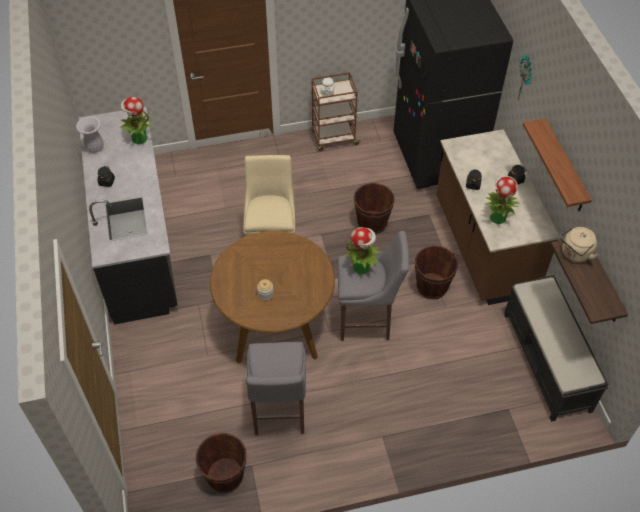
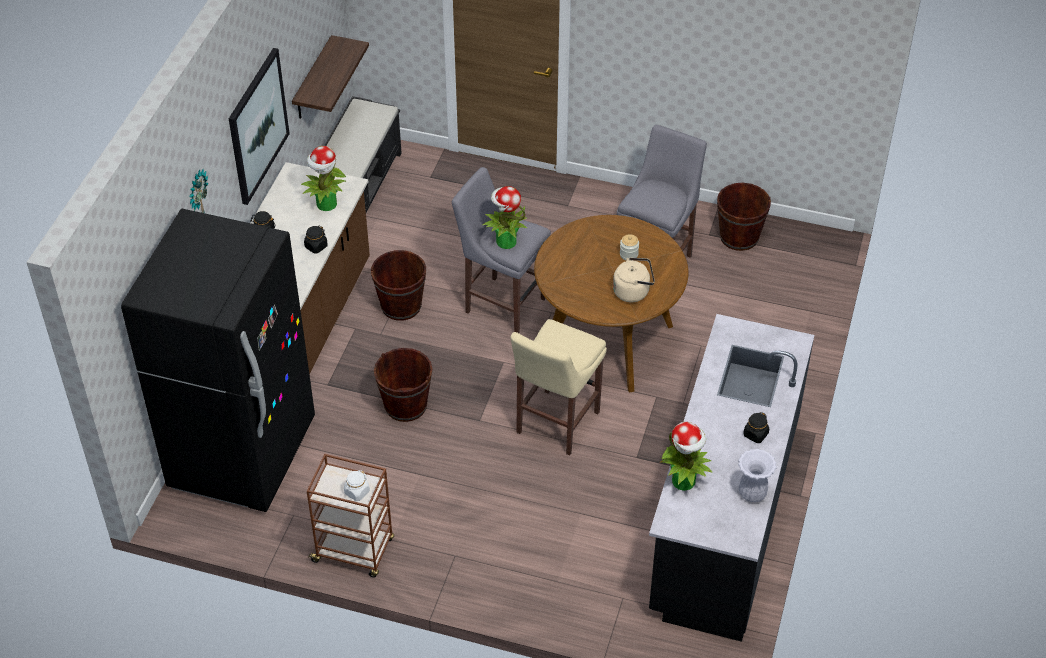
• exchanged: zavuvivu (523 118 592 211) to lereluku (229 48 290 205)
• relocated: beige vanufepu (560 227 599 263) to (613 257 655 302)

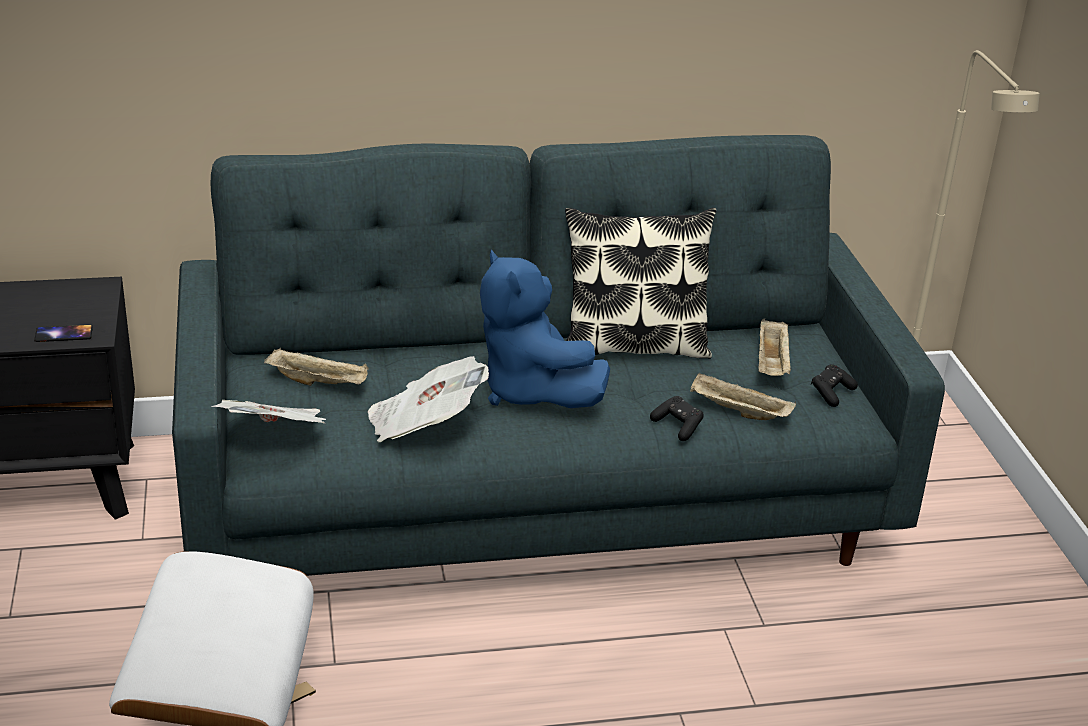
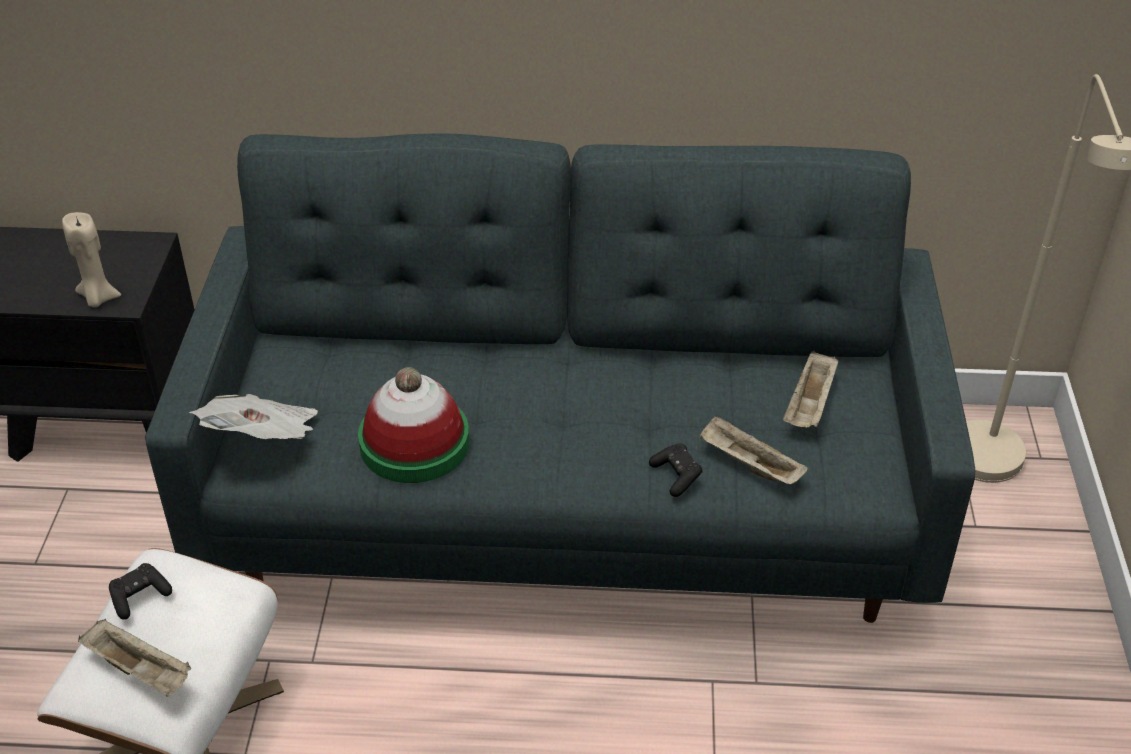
• exchanged: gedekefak (34 325 93 342) to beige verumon (62 212 121 307)
• relocated: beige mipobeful (264 348 369 386) to (78 619 191 697)
• relocated: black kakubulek (811 364 858 407) to (109 563 172 620)
• exchanged: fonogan (368 356 489 442) to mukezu (358 367 469 483)
• missing: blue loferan (480 249 610 408)
• missing: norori (565 208 716 358)

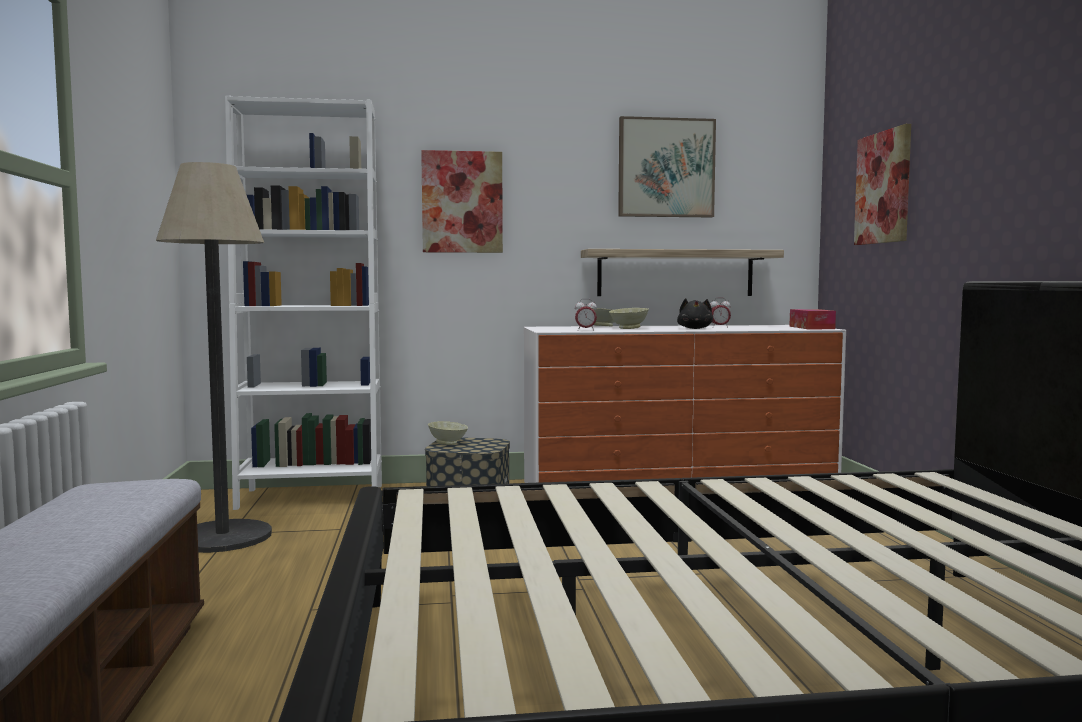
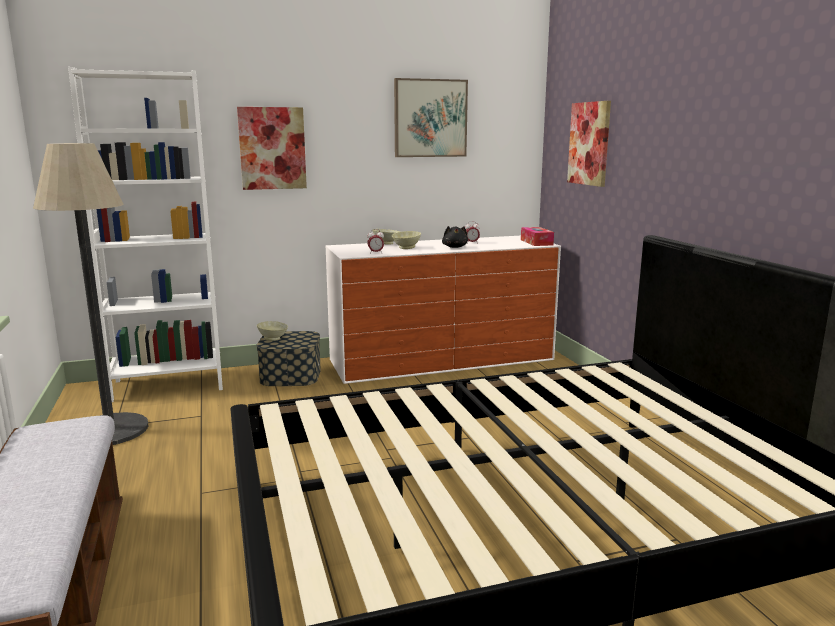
• missing: zavuvivu (581 249 784 296)

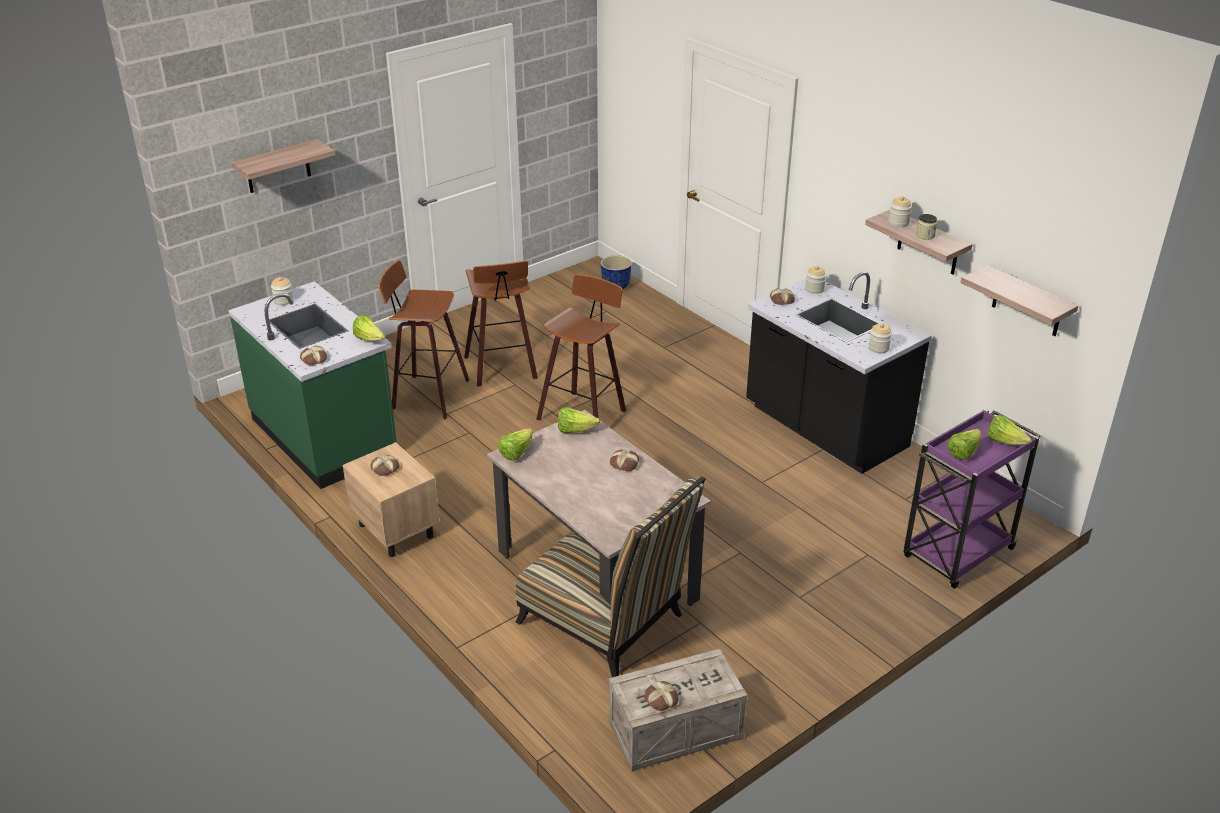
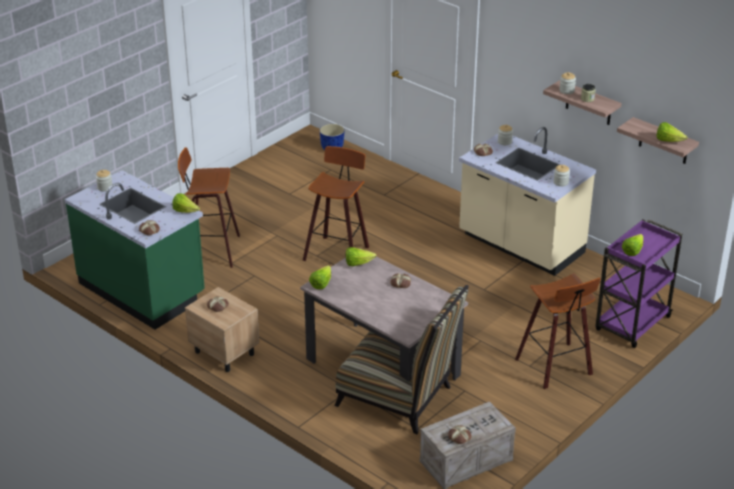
• colour: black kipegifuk (746 272 931 474) to beige kipegifuk (459 127 596 276)
• relocated: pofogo (464 261 538 387) to (515 273 601 389)
• relocated: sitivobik (988 415 1032 445) to (656 122 688 142)
• missing: zavuvivu (232 139 336 193)

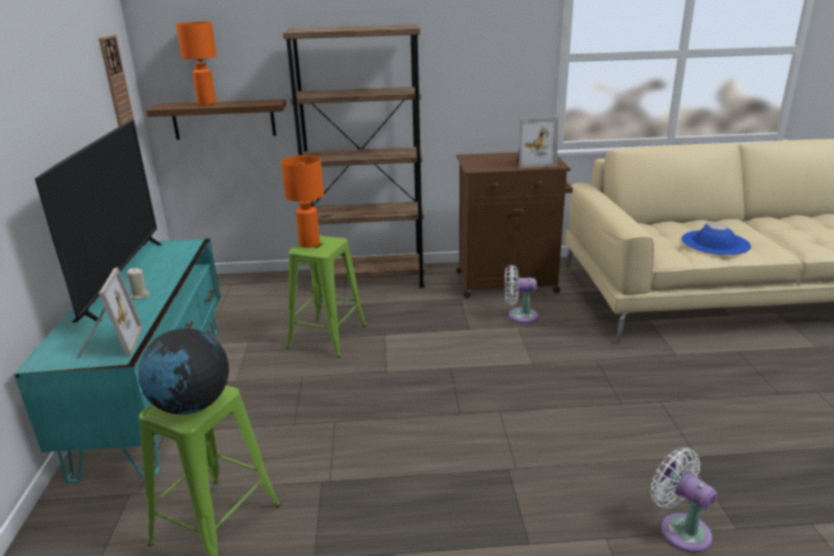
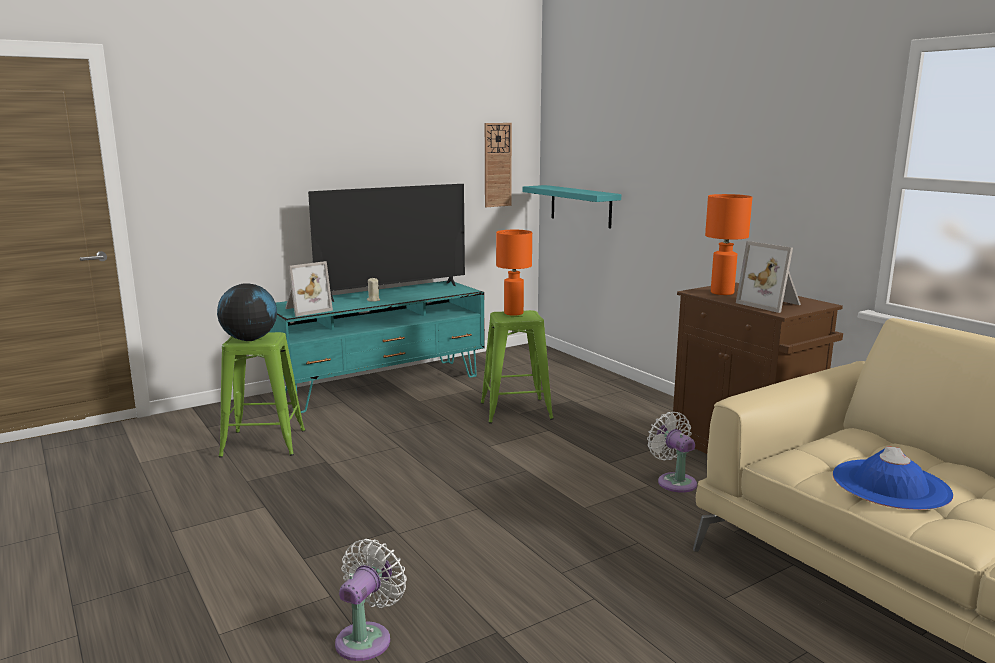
• colour: brown zavuvivu (146 99 286 140) to turquoise zavuvivu (523 185 621 228)
• relocated: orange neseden (176 22 217 106) to (705 194 752 295)
• missing: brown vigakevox (283 24 425 293)

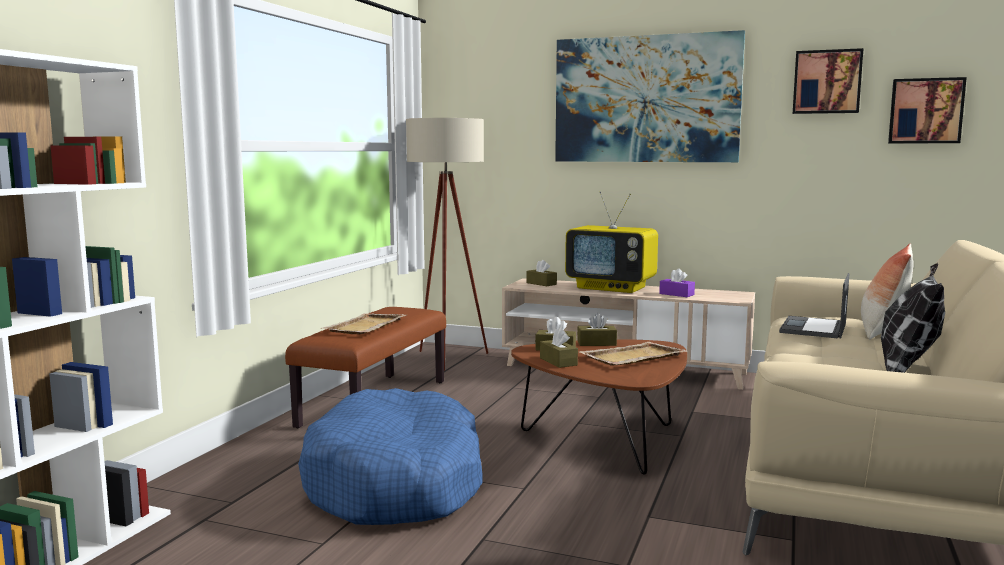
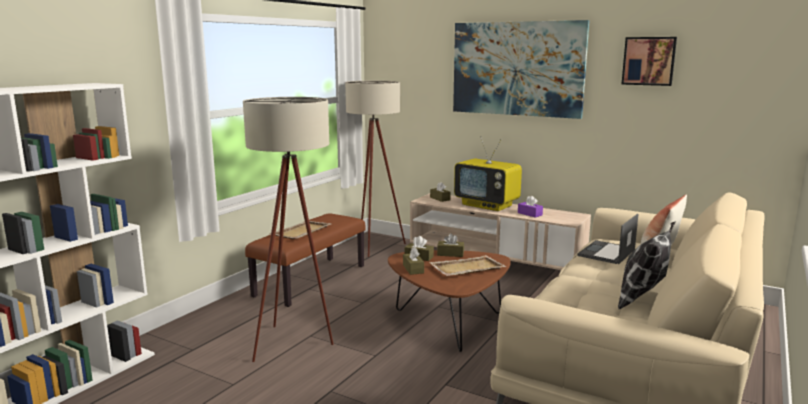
• exchanged: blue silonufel (298 388 482 525) to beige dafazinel (243 97 333 362)
• missing: lereluku (888 77 967 143)

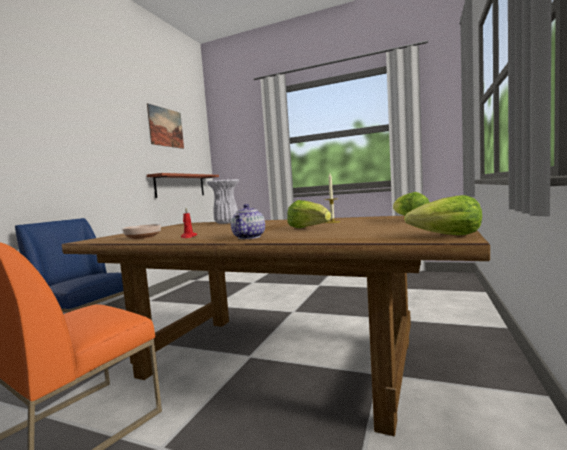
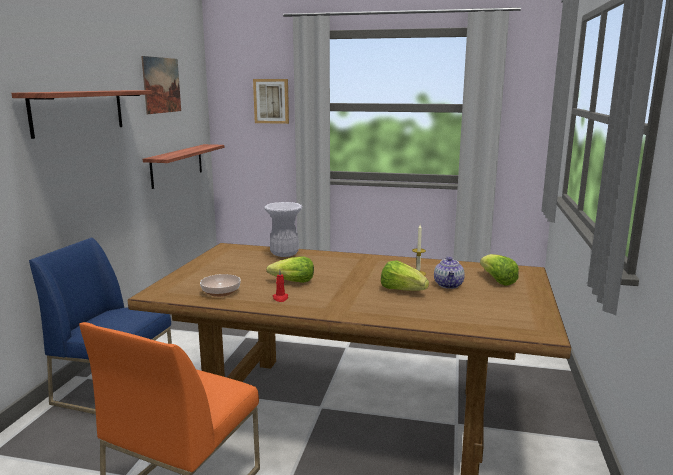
• appeared: zavuvivu (11 90 152 139)
• appeared: lereluku (253 79 289 124)
• relocated: sitivobik (404 195 482 235) to (266 256 314 283)
• relocated: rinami (231 204 265 239) to (434 257 465 289)

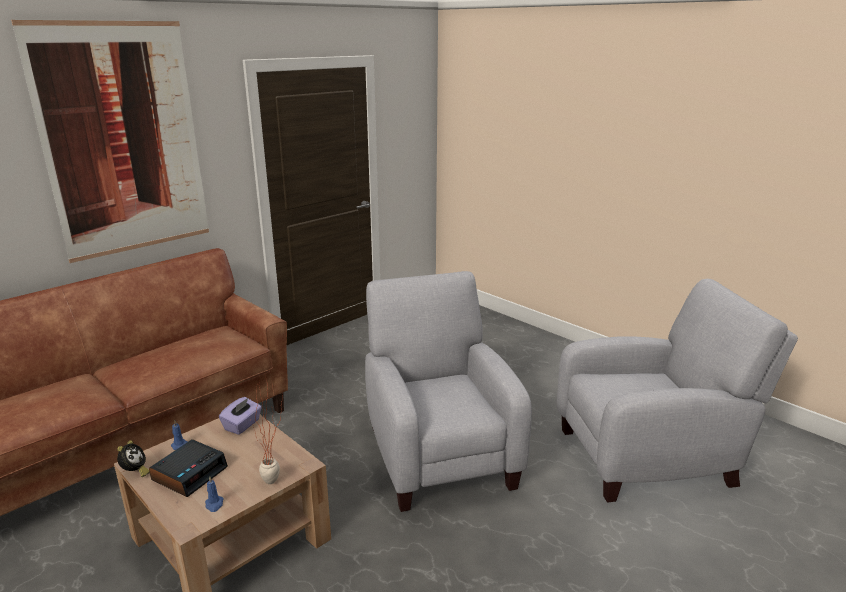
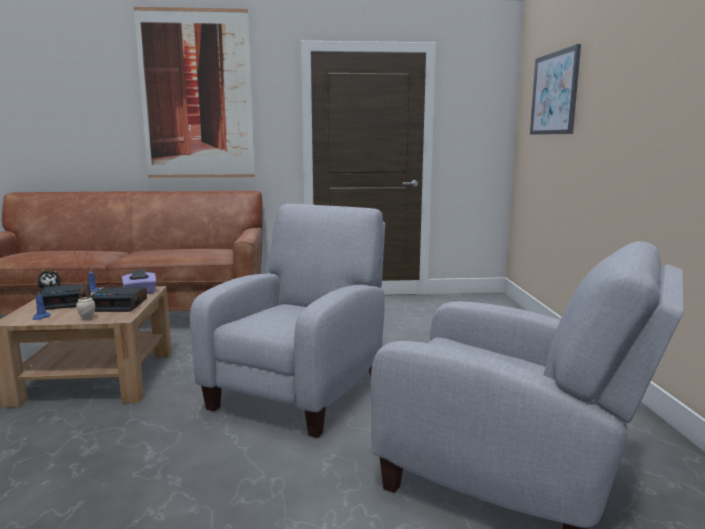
• appeared: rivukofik (90 287 147 312)
• appeared: lereluku (530 44 581 135)

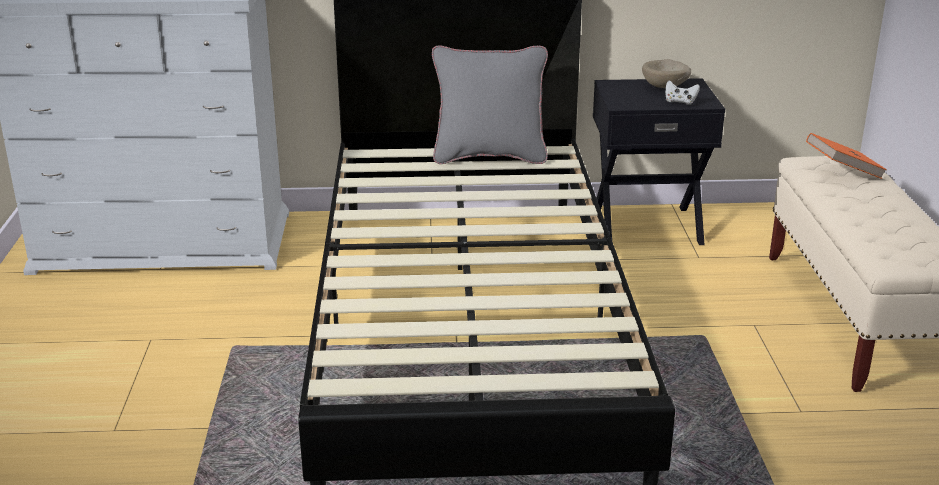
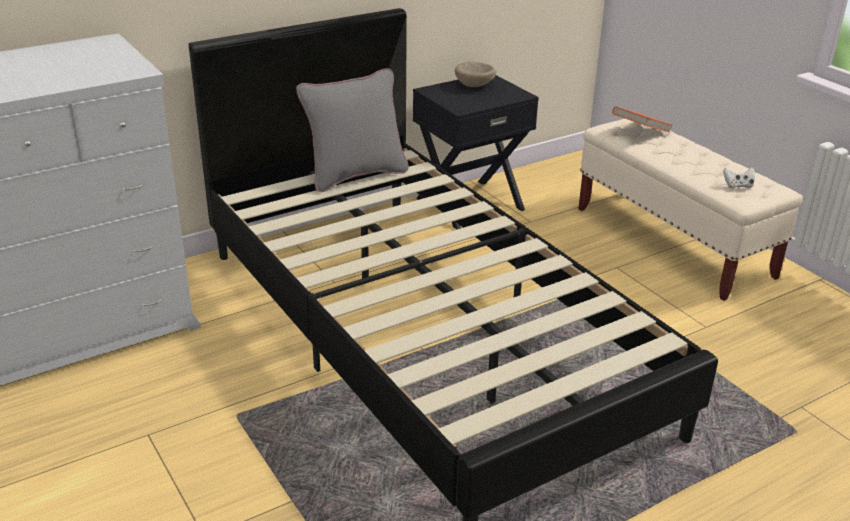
• relocated: white kakubulek (665 81 700 105) to (723 167 755 189)

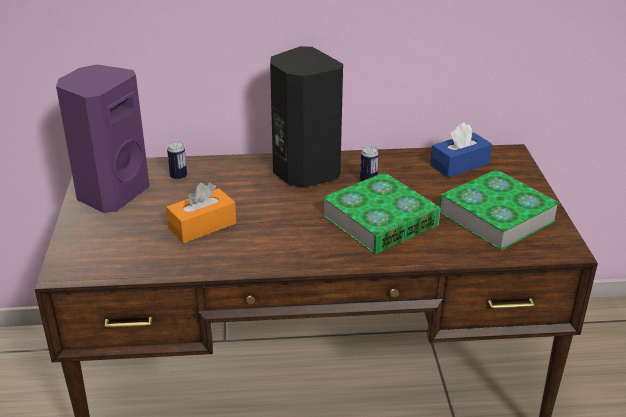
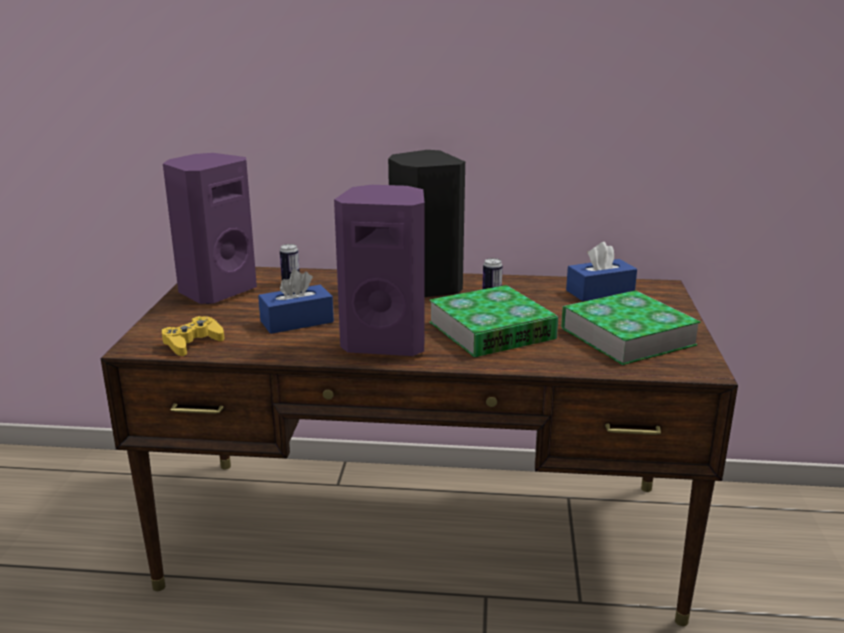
• appeared: yellow kakubulek (162 316 224 356)
• colour: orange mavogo (166 183 236 243) to blue mavogo (258 269 334 334)
• appeared: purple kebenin (334 185 425 356)

